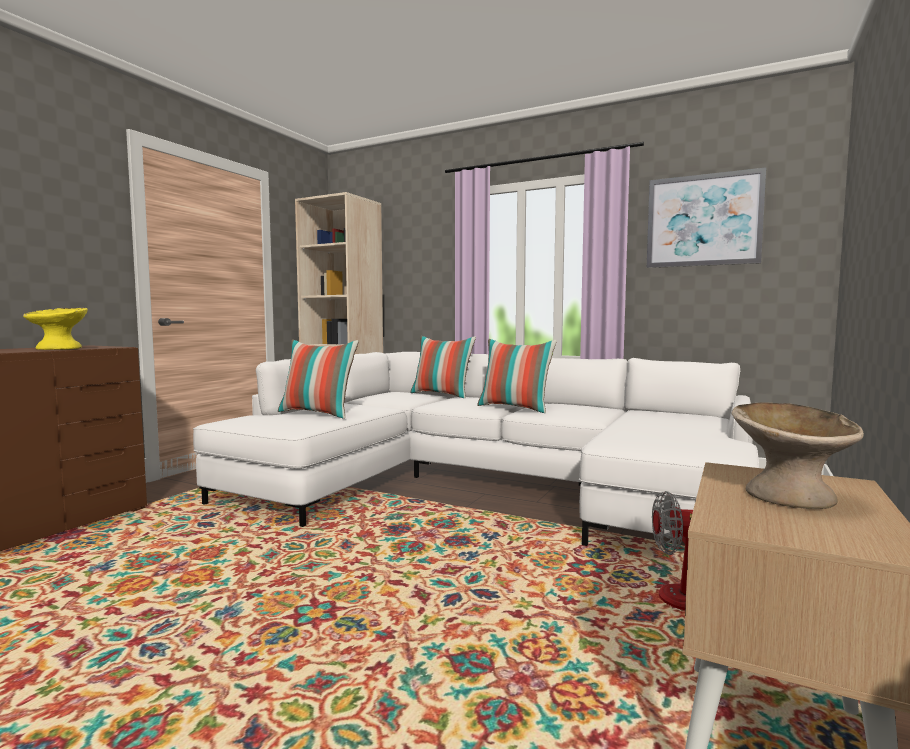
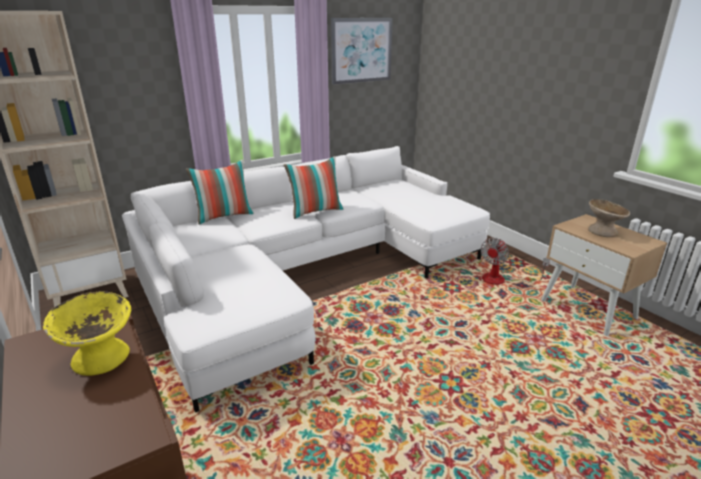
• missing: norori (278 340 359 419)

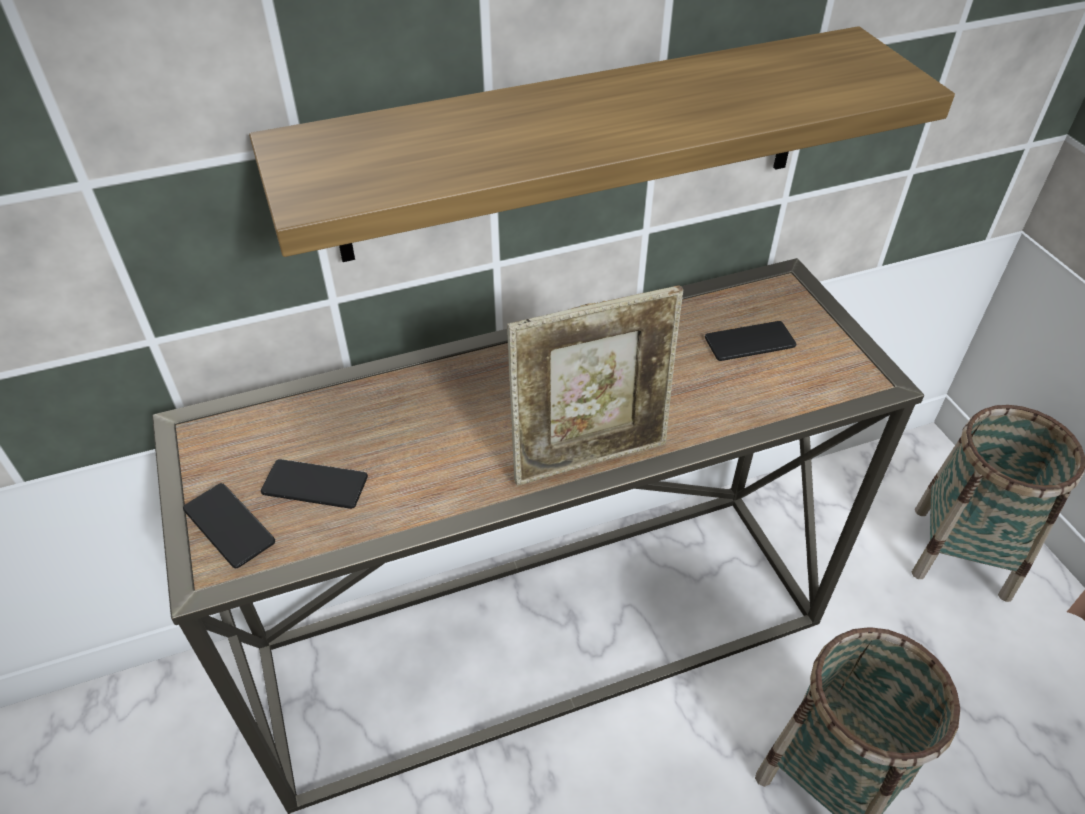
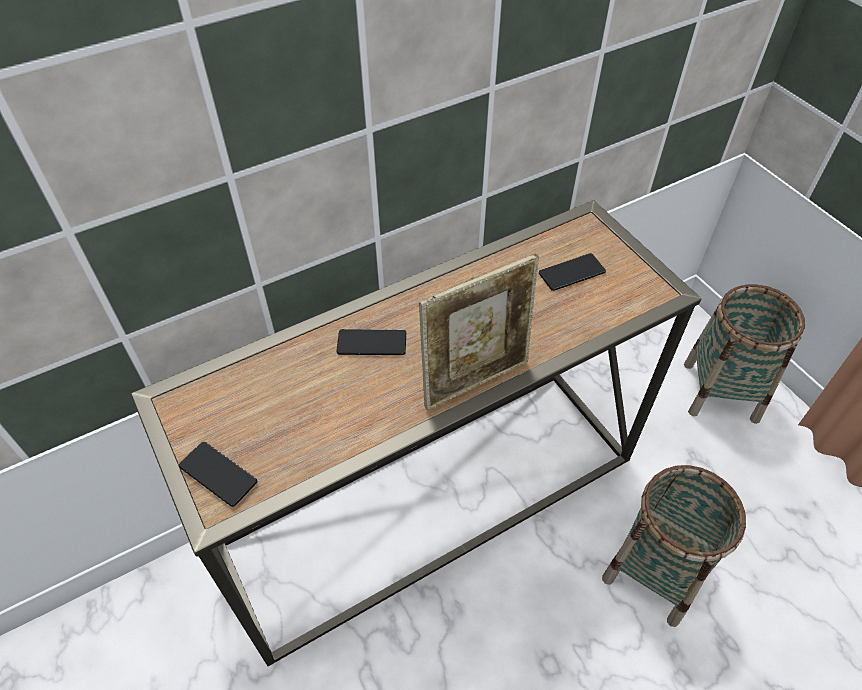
• relocated: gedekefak (261 459 368 509) to (337 329 406 355)
• missing: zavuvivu (249 26 955 262)

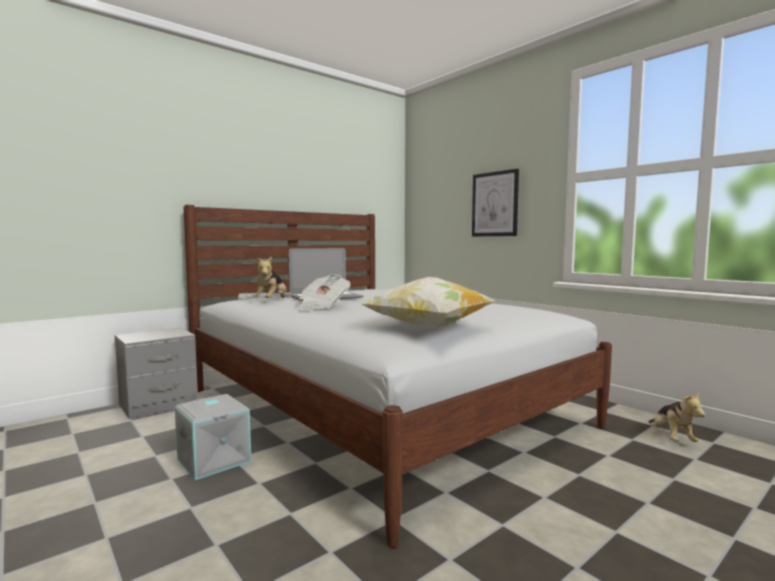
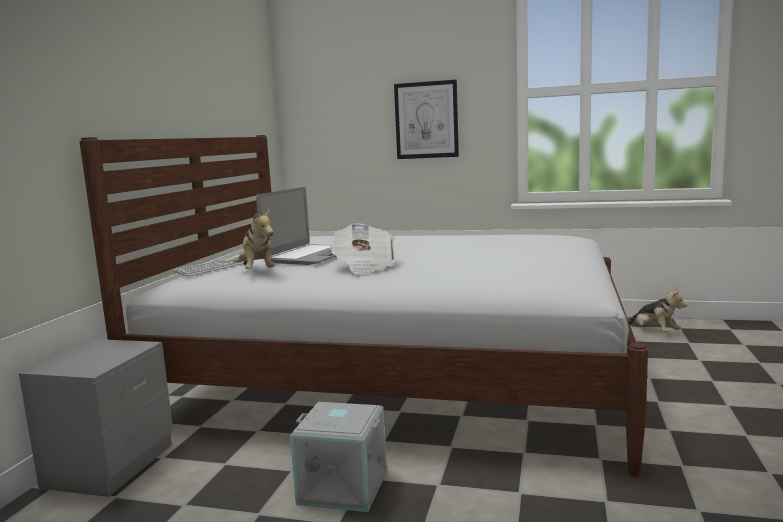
• missing: norori (361 277 495 328)

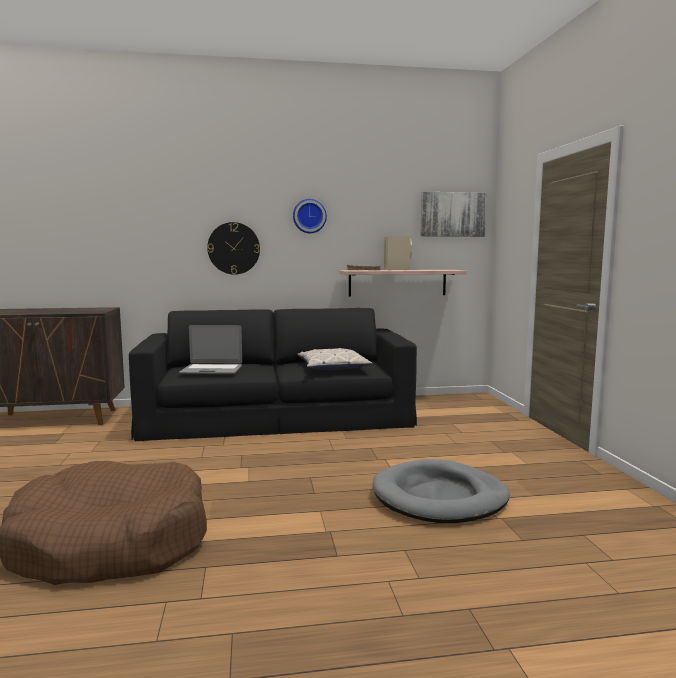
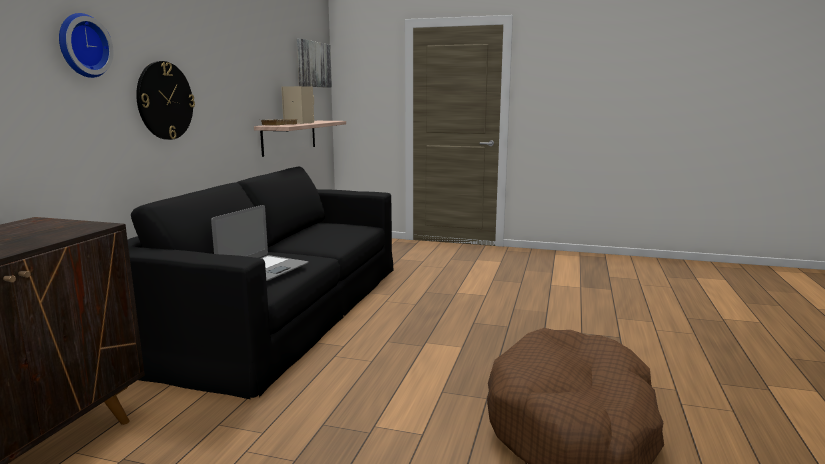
• relocated: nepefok (293 199 327 233) to (59 13 114 78)
• missing: norori (297 348 372 370)
• missing: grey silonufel (373 459 510 523)

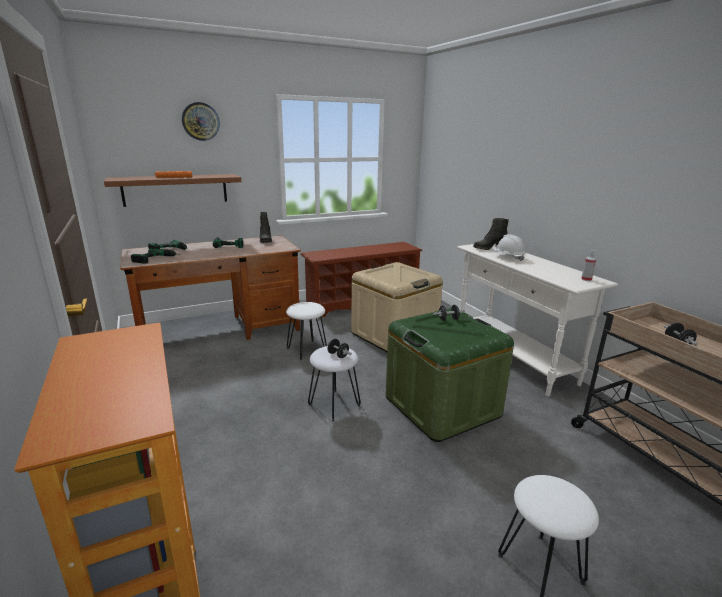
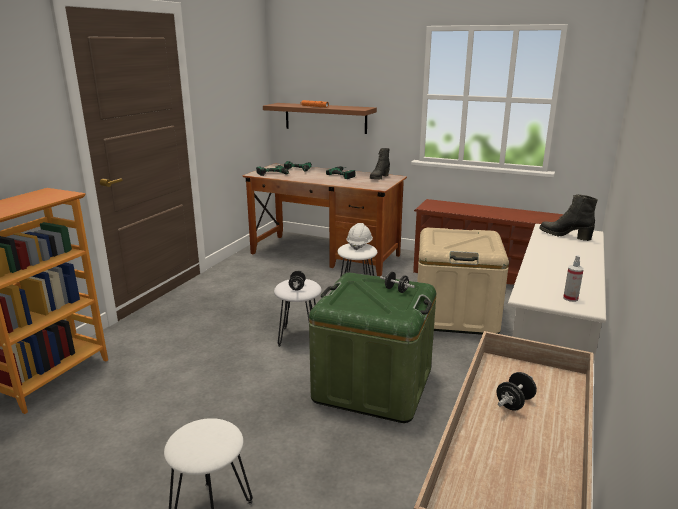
• relocated: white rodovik (492 234 525 261) to (346 223 373 251)
• missing: nepefok (182 102 220 141)

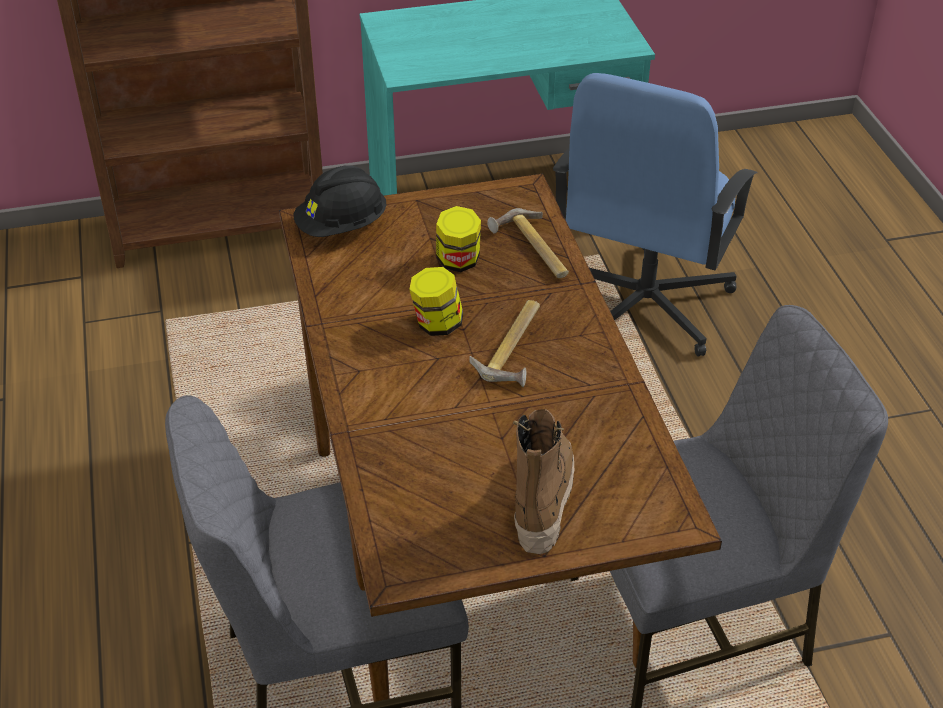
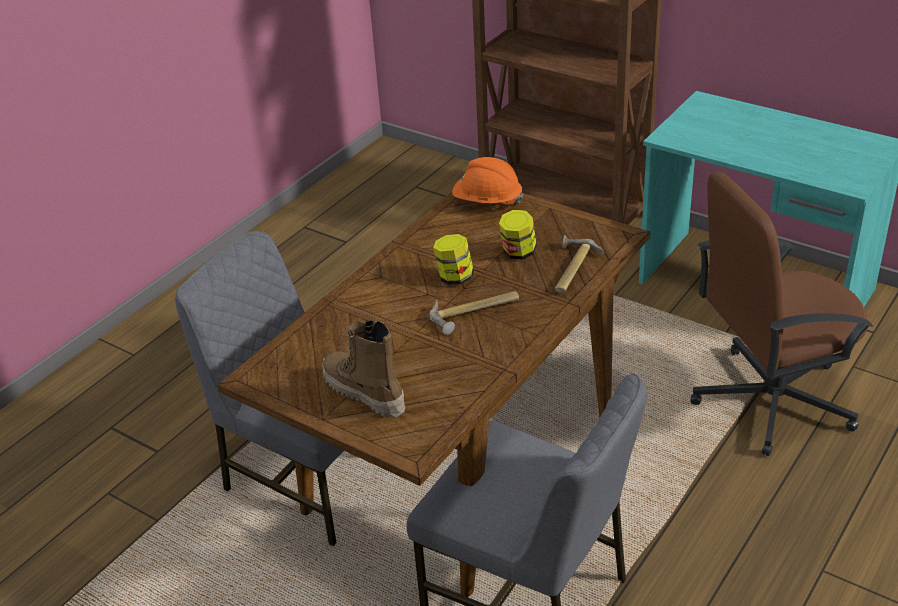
• spun: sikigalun (513 409 574 554) = (322 320 406 417) 105 degrees counterclockwise
• colour: black rodovik (294 165 386 237) to orange rodovik (452 157 523 205)
• colour: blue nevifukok (553 73 757 357) to brown nevifukok (690 172 873 456)

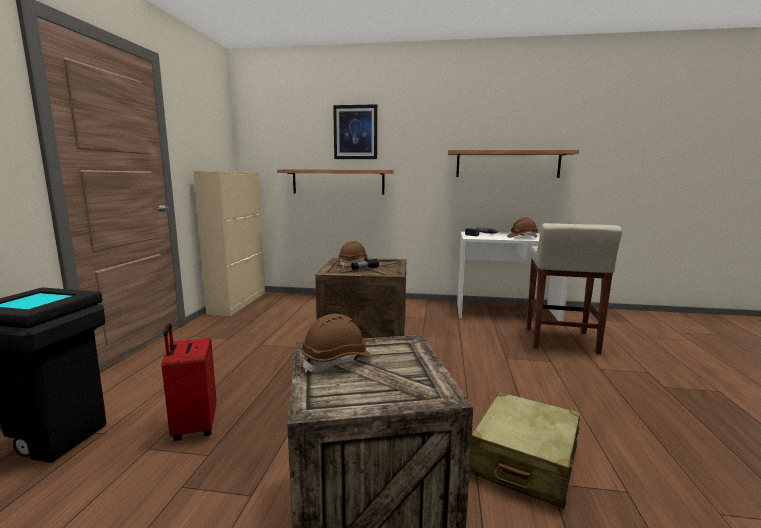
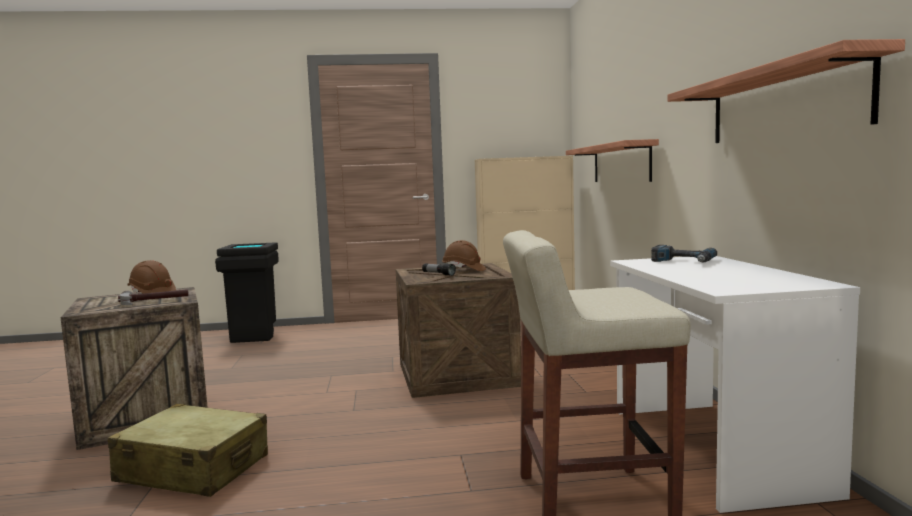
• appeared: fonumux (118 289 189 305)
• missing: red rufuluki (161 323 217 441)
• missing: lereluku (333 104 377 159)
• missing: brown rodovik (507 218 538 238)

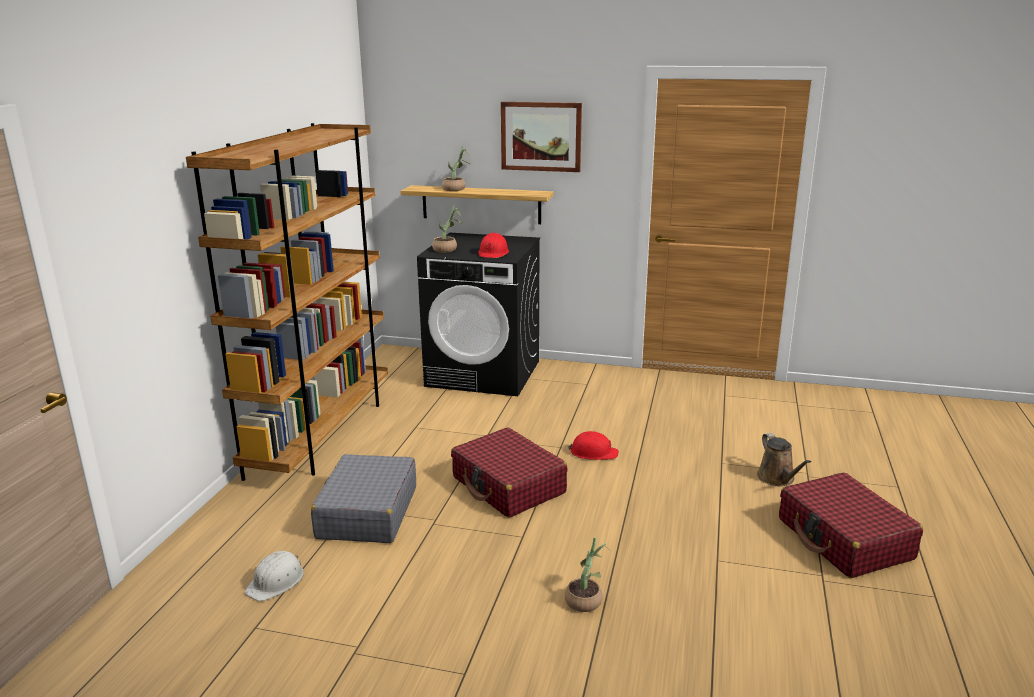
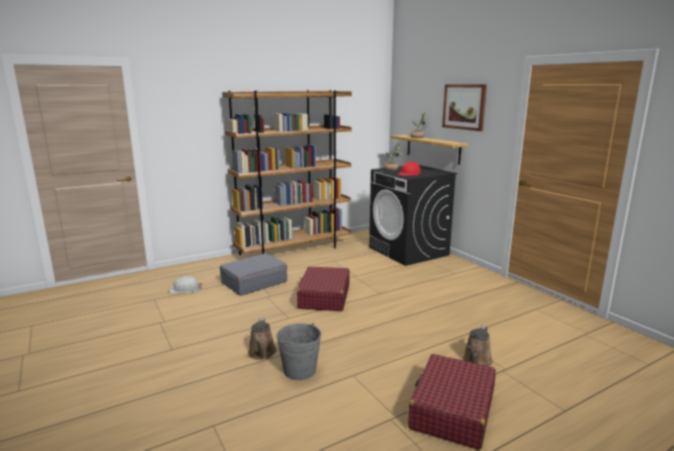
• exchanged: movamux (565 537 612 612) to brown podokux (248 318 277 360)
• appeared: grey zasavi (276 323 321 380)
• missing: red rodovik (568 431 619 460)

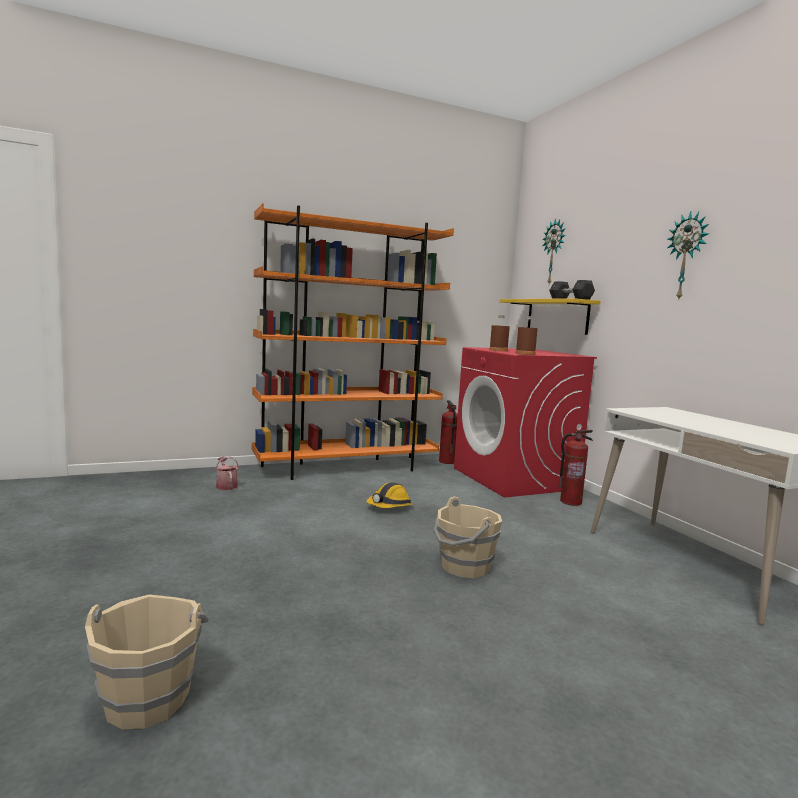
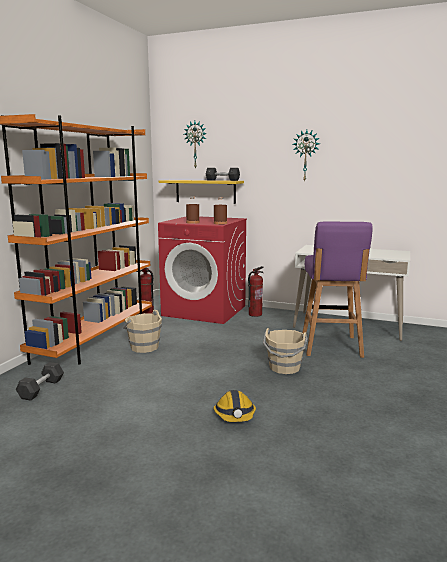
• exchanged: podokux (215 457 239 490) to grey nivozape (16 362 64 401)
• relocated: beige zasavi (85 594 209 729) to (122 310 162 353)
• relocated: rodovik (366 482 413 508) to (213 390 256 422)
• appeared: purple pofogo (302 221 373 358)

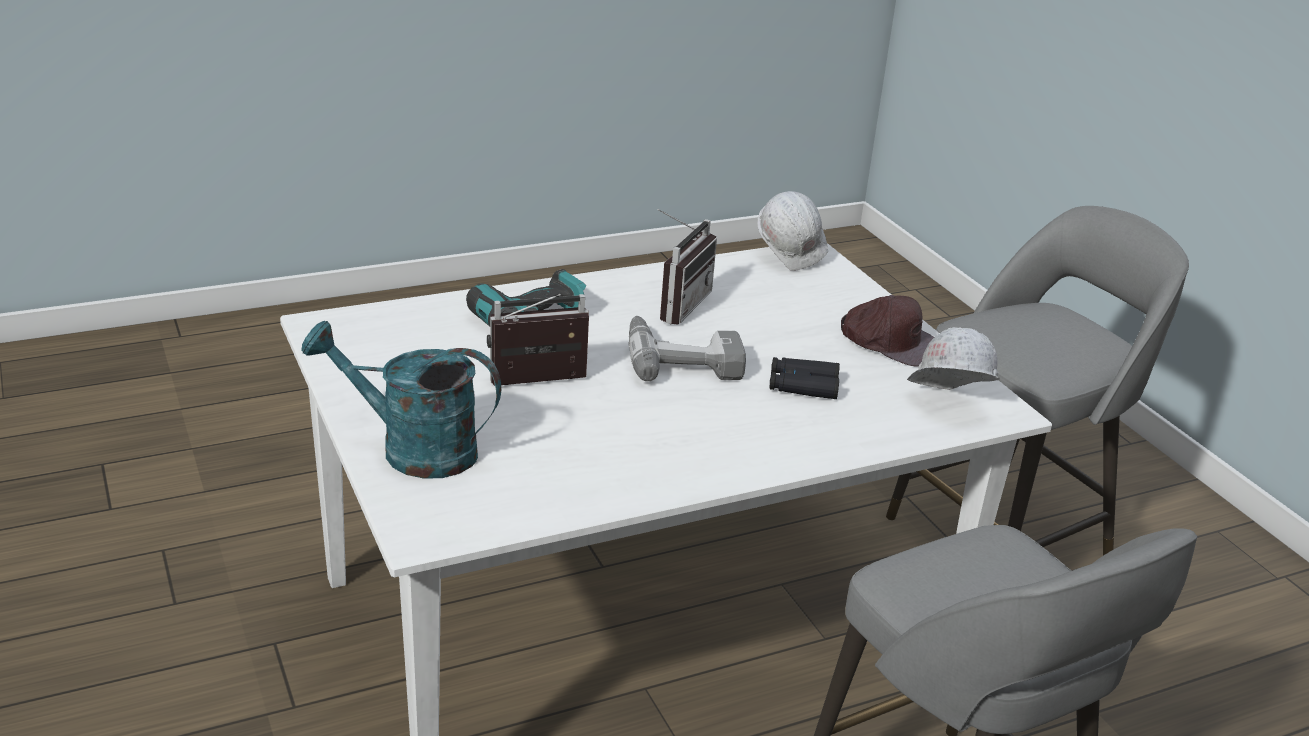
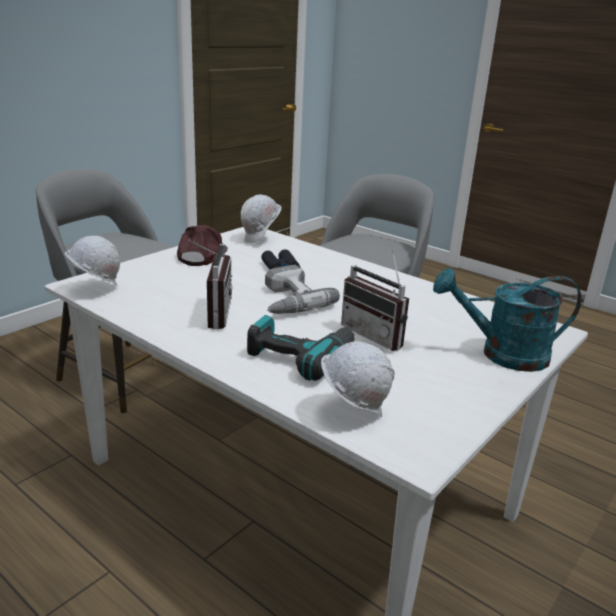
• spun: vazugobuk (658 209 717 324) = (189 240 232 330) 90 degrees clockwise
• appeared: white rodovik (321 341 395 417)
• spun: turquoise podokux (301 321 501 479) = (433 268 581 372) 105 degrees clockwise

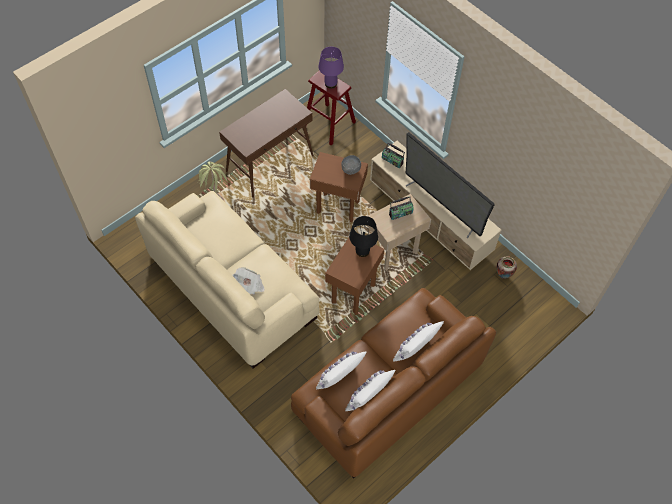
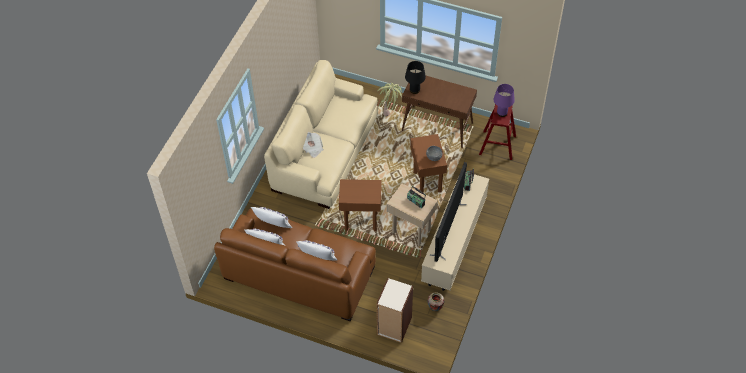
• appeared: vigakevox (376 278 413 343)
• relocated: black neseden (349 216 378 257) to (405 61 426 94)

